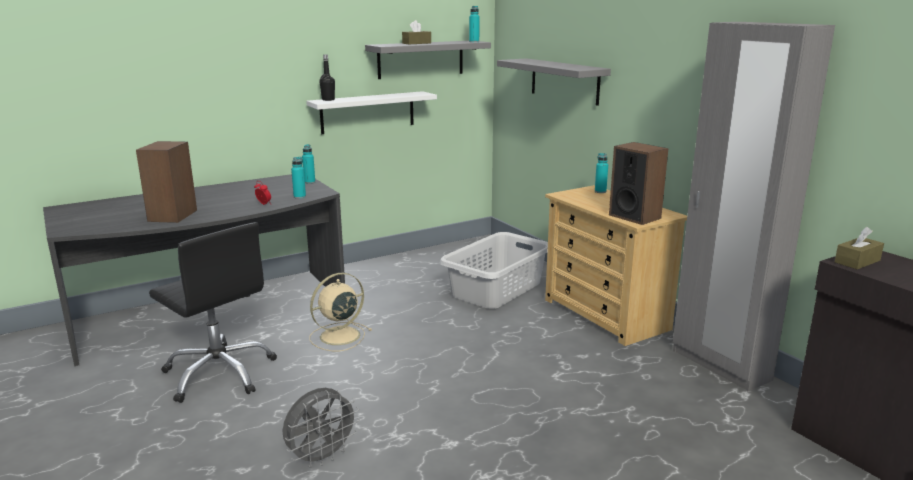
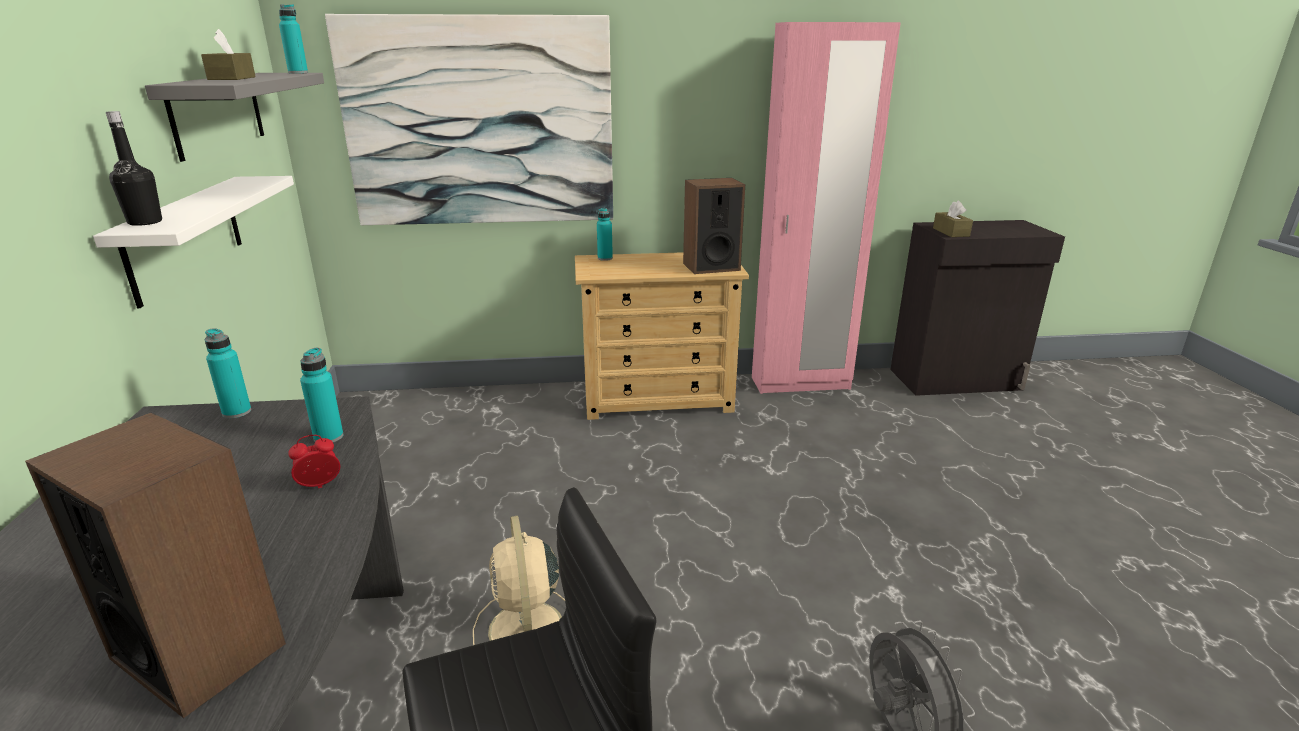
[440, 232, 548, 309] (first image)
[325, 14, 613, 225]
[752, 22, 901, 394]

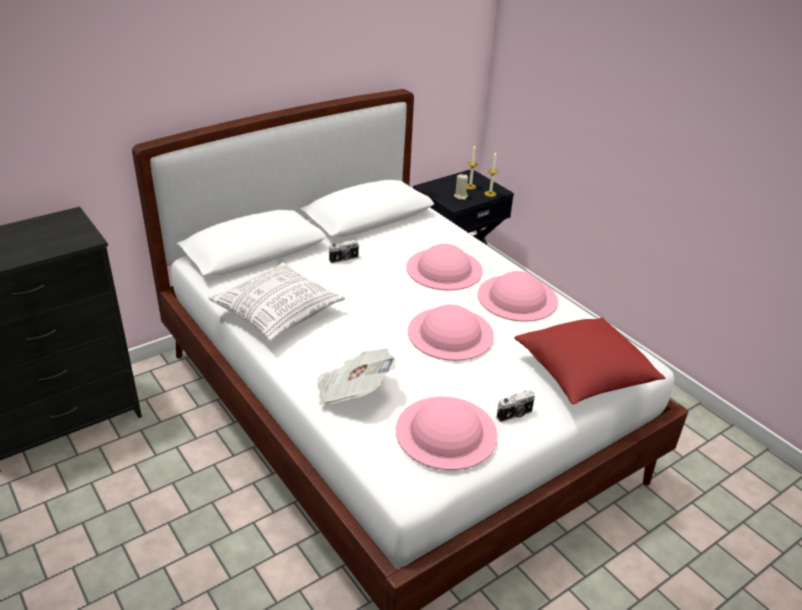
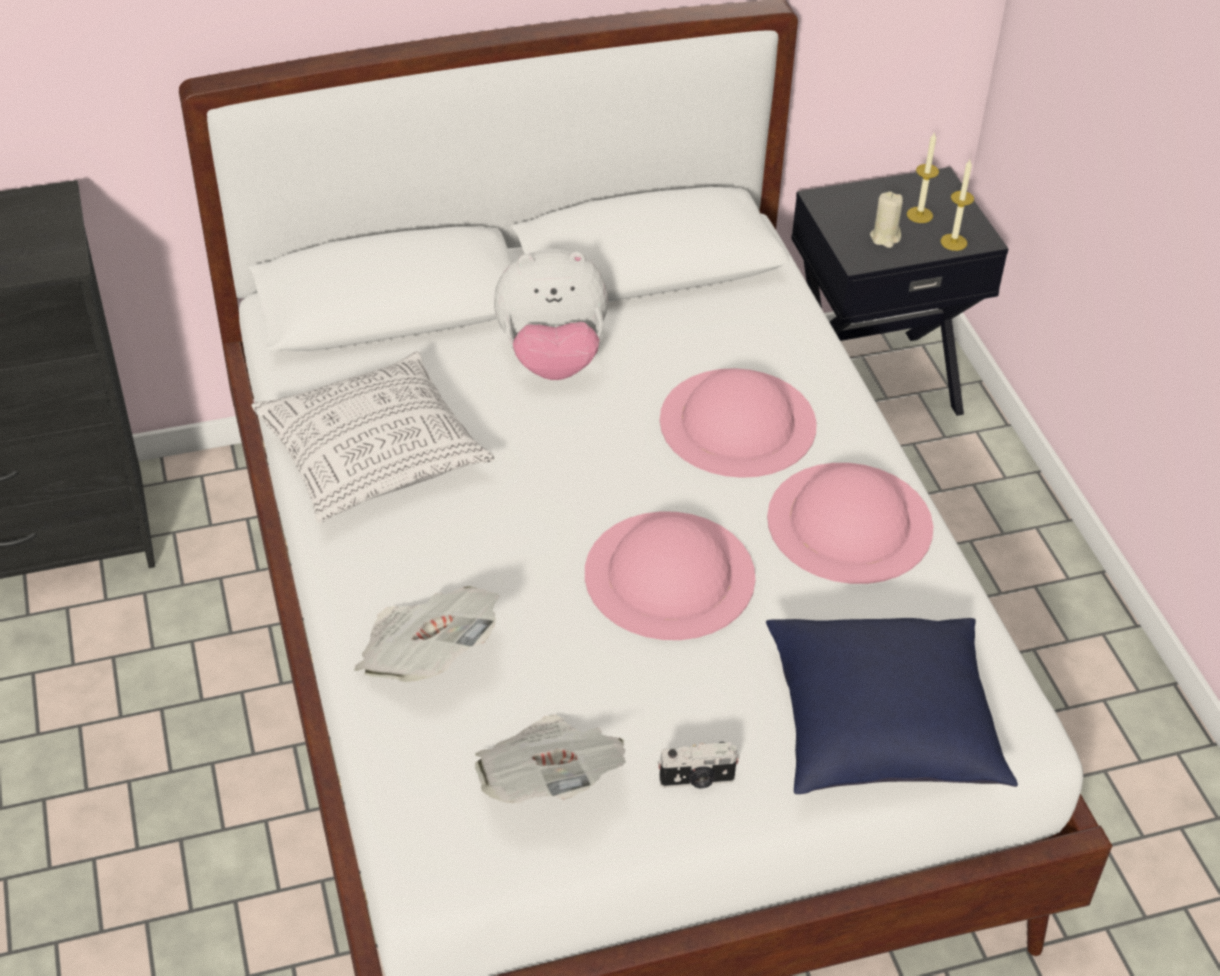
[494, 249, 608, 380]
[475, 715, 626, 803]
[766, 618, 1018, 794]

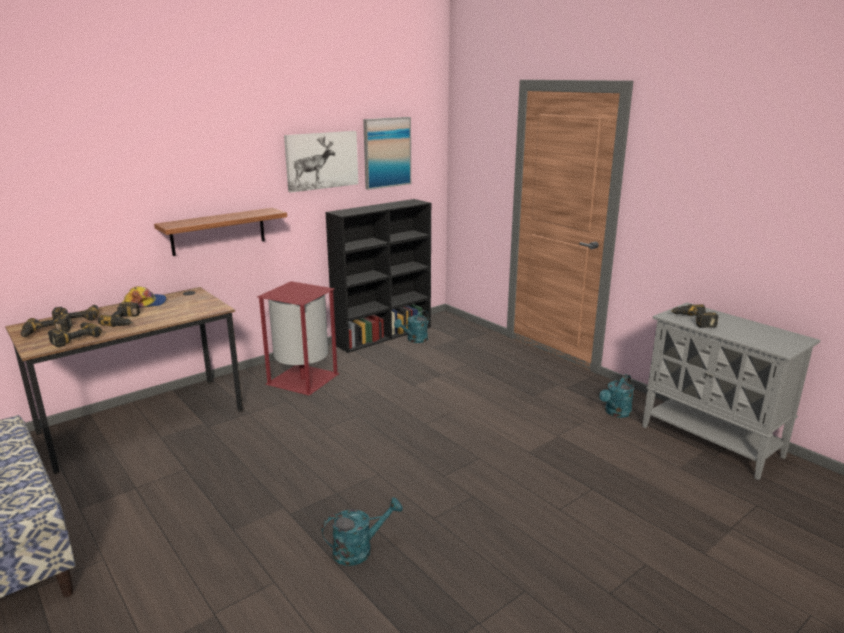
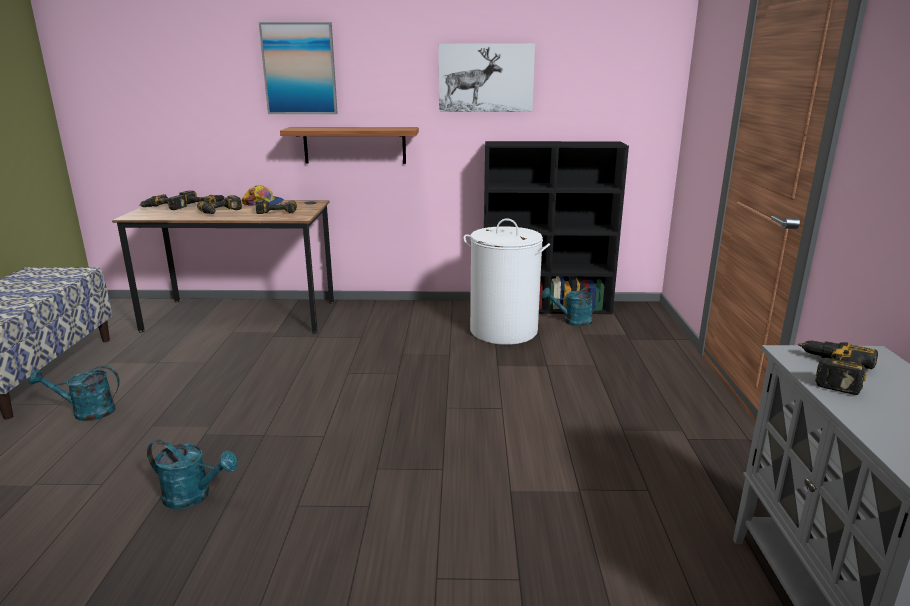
[256, 199, 297, 214]
[257, 281, 340, 396] (first image)
[259, 22, 338, 114]
[29, 366, 120, 421]
[463, 218, 550, 345]

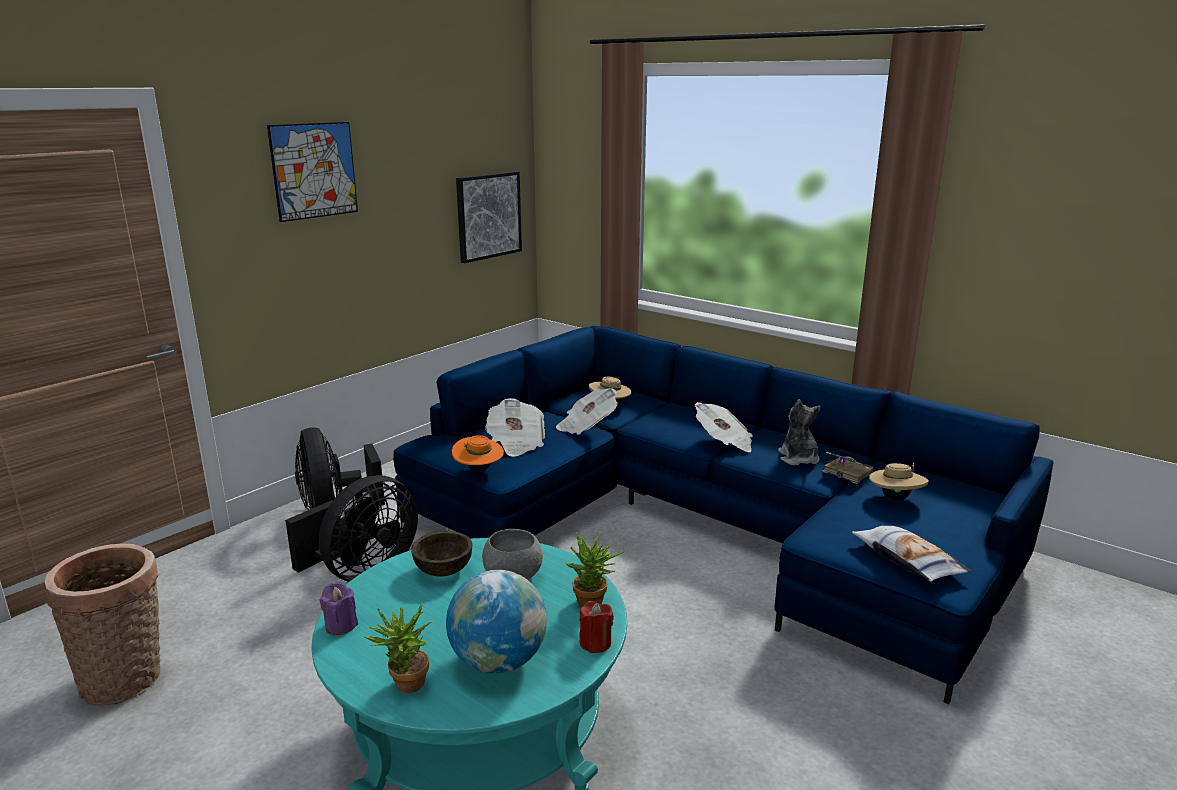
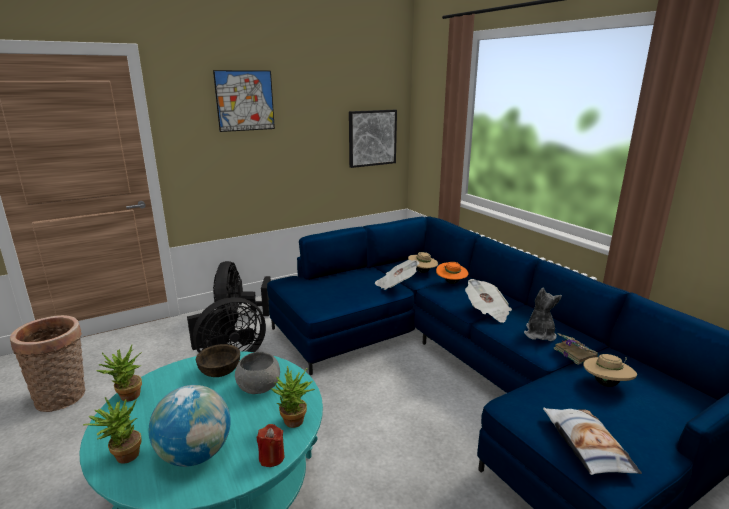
[96, 345, 142, 402]
[436, 262, 468, 284]
[485, 398, 545, 457] (first image)

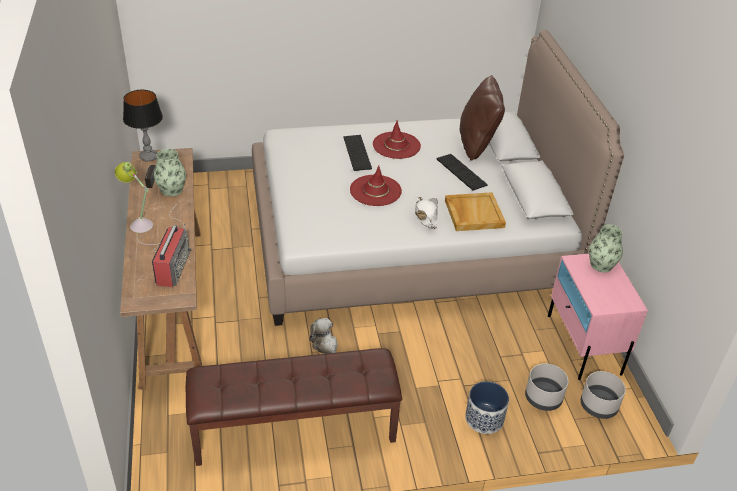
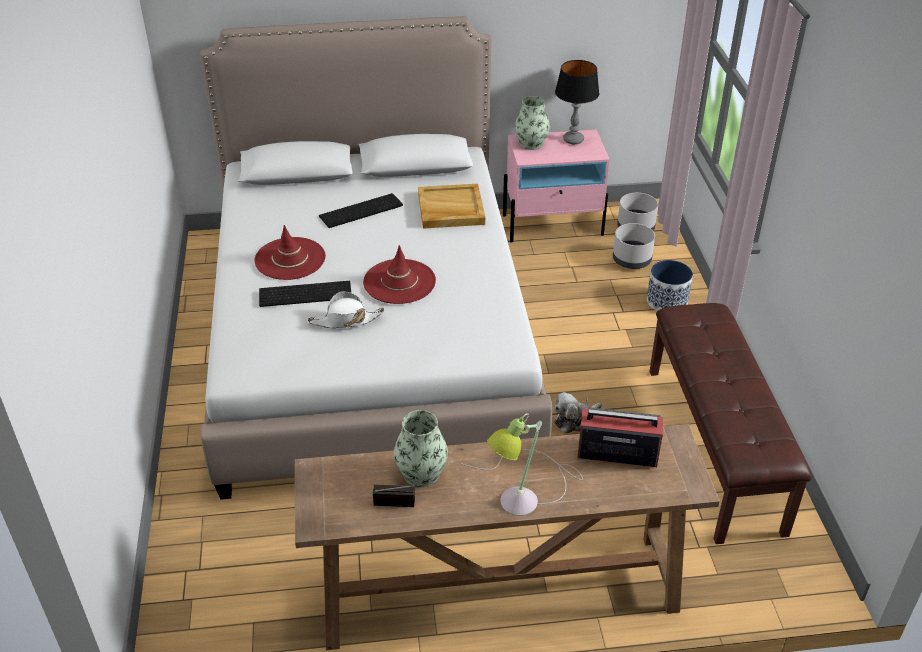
[555, 60, 599, 144]
[308, 291, 384, 328]
[460, 75, 505, 161] (first image)

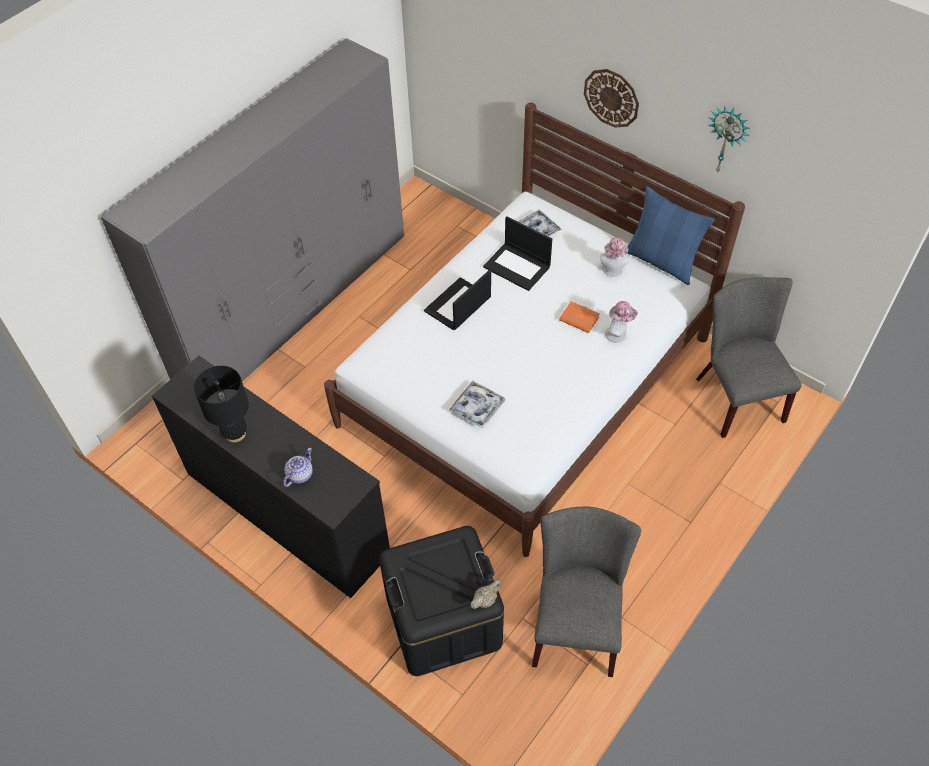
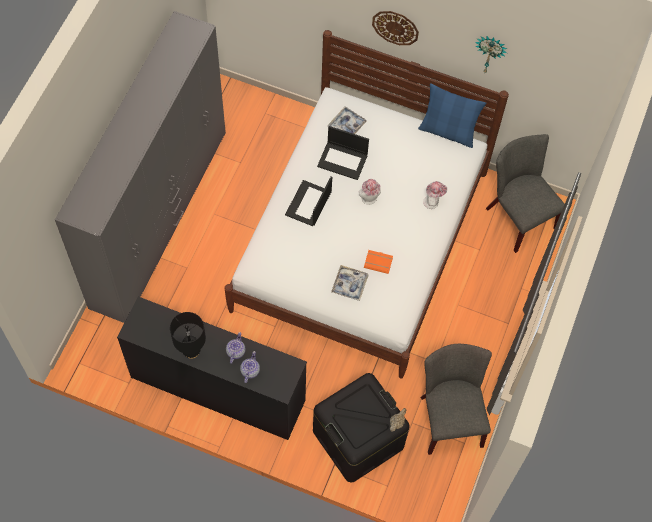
[364, 250, 393, 274]
[359, 179, 381, 205]
[226, 332, 246, 364]

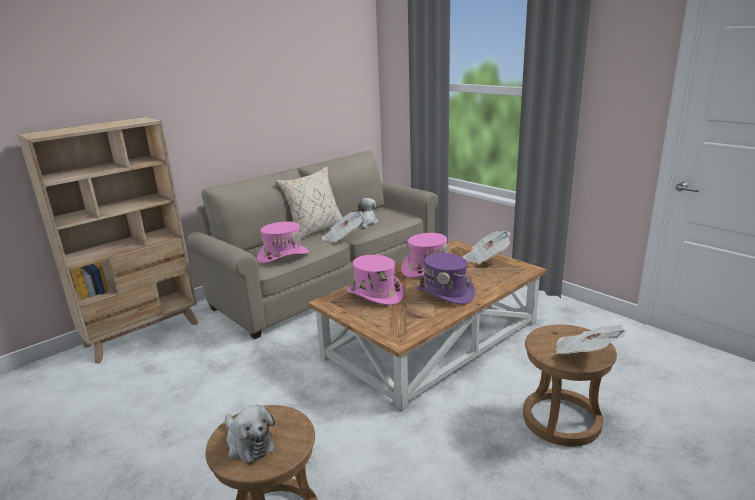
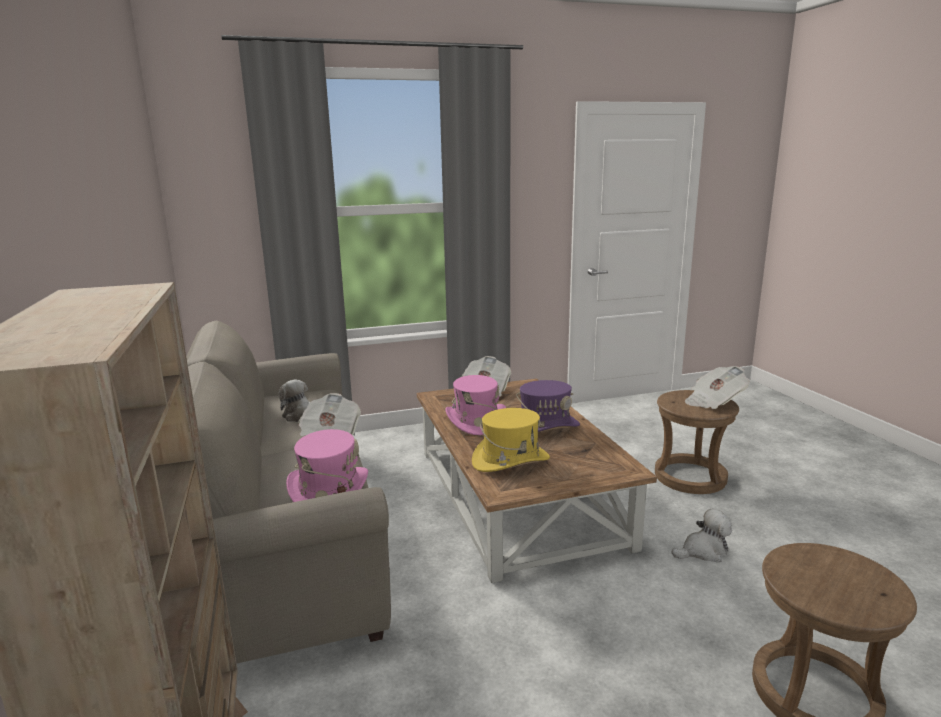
[671, 509, 732, 563]
[276, 166, 342, 240] (first image)
[472, 408, 550, 472]

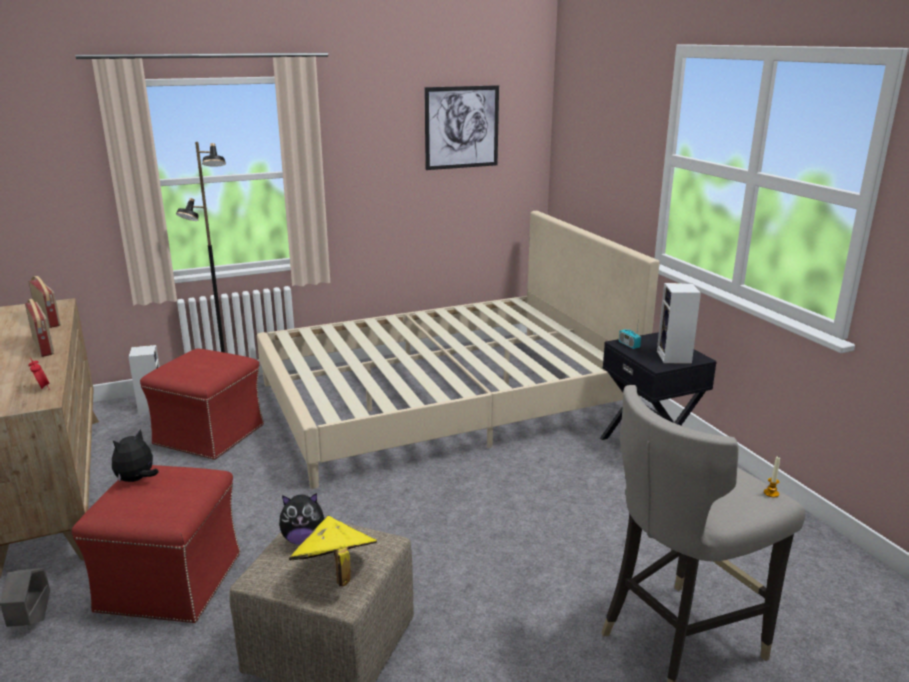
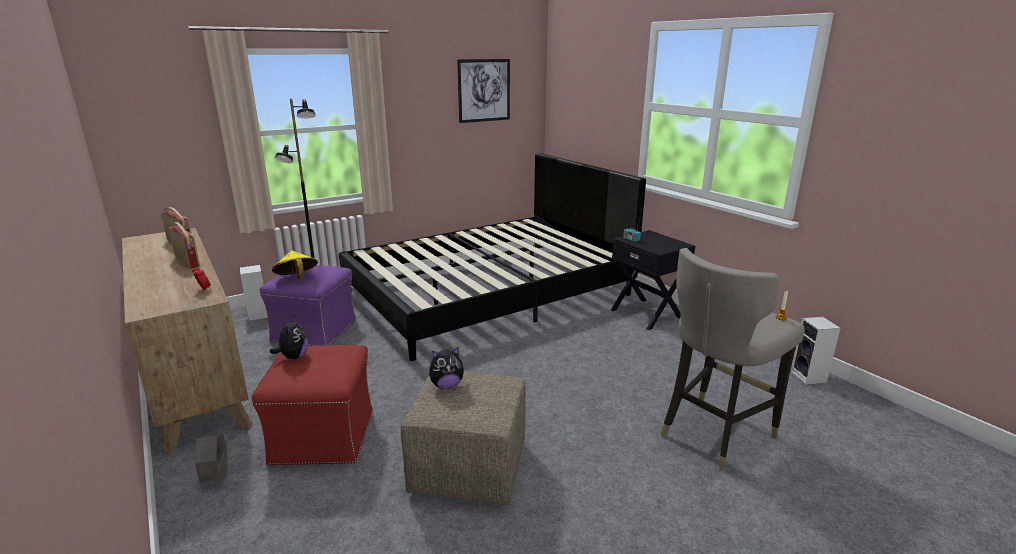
[270, 316, 308, 359]
[260, 265, 356, 346]
[339, 153, 646, 361]
[272, 250, 318, 279]
[790, 317, 840, 385]

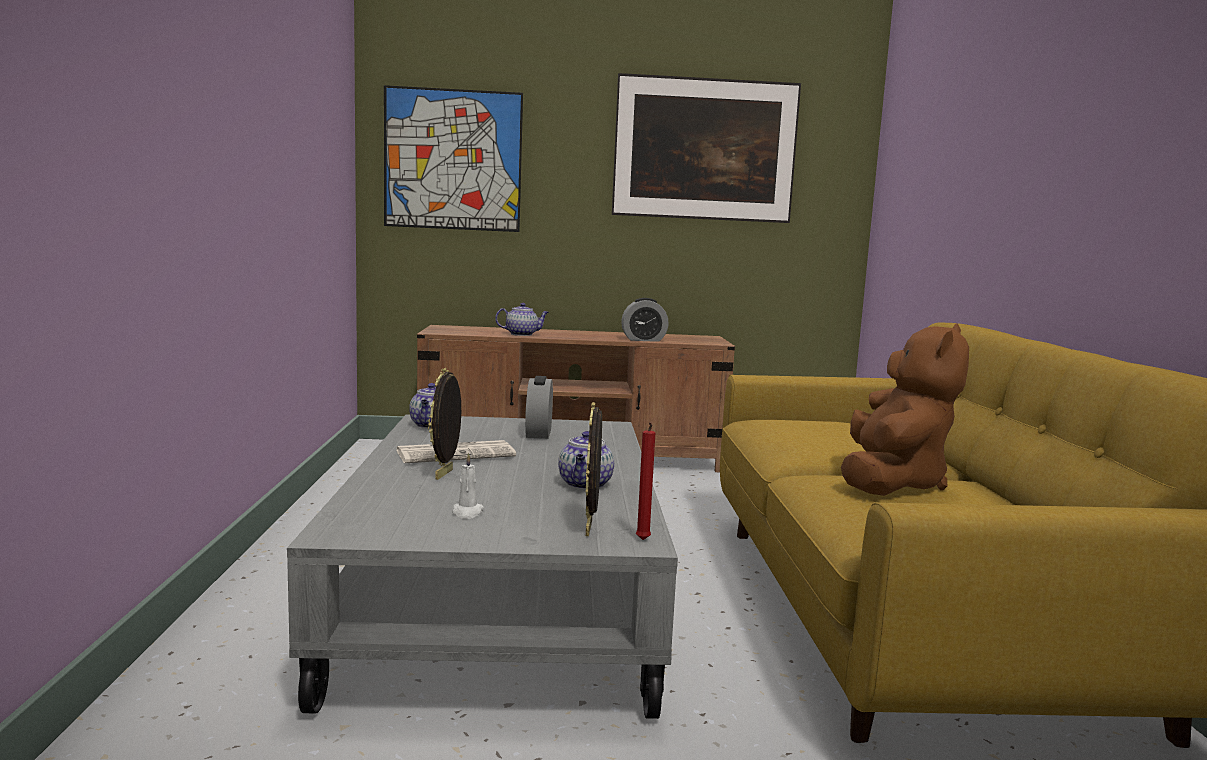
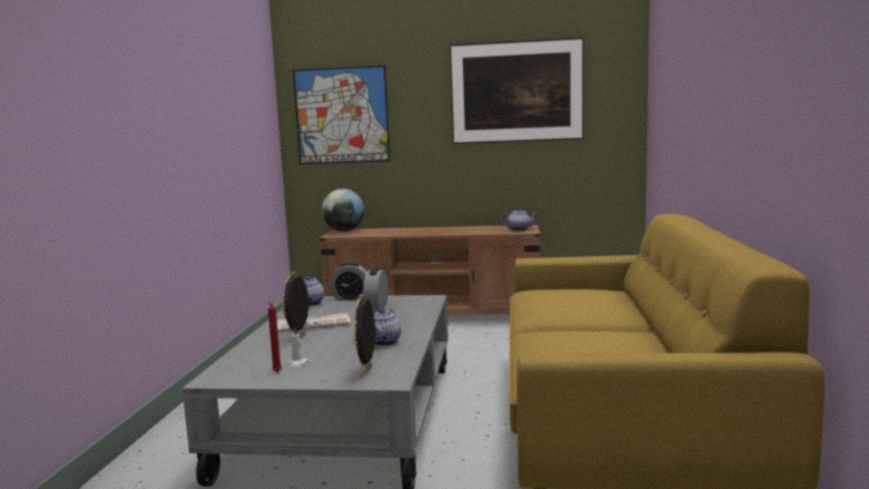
[500, 208, 537, 231]
[330, 262, 367, 301]
[268, 302, 282, 372]
[841, 323, 969, 496] (first image)
[321, 189, 364, 231]

